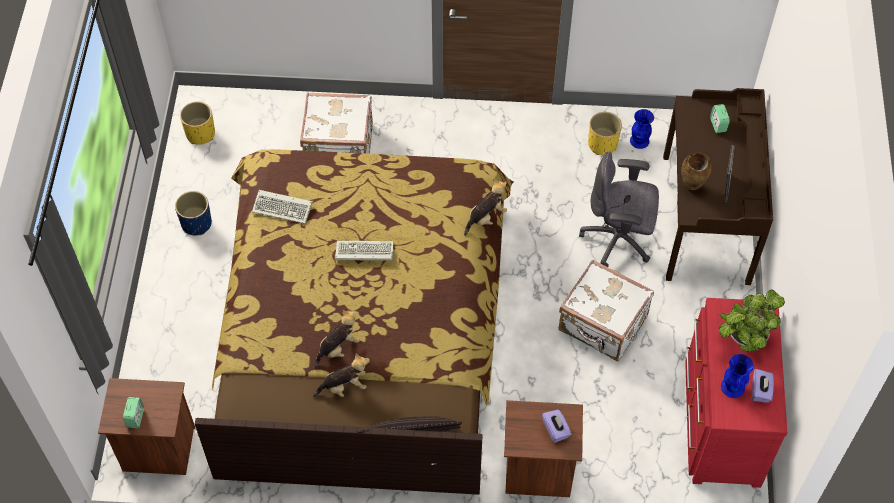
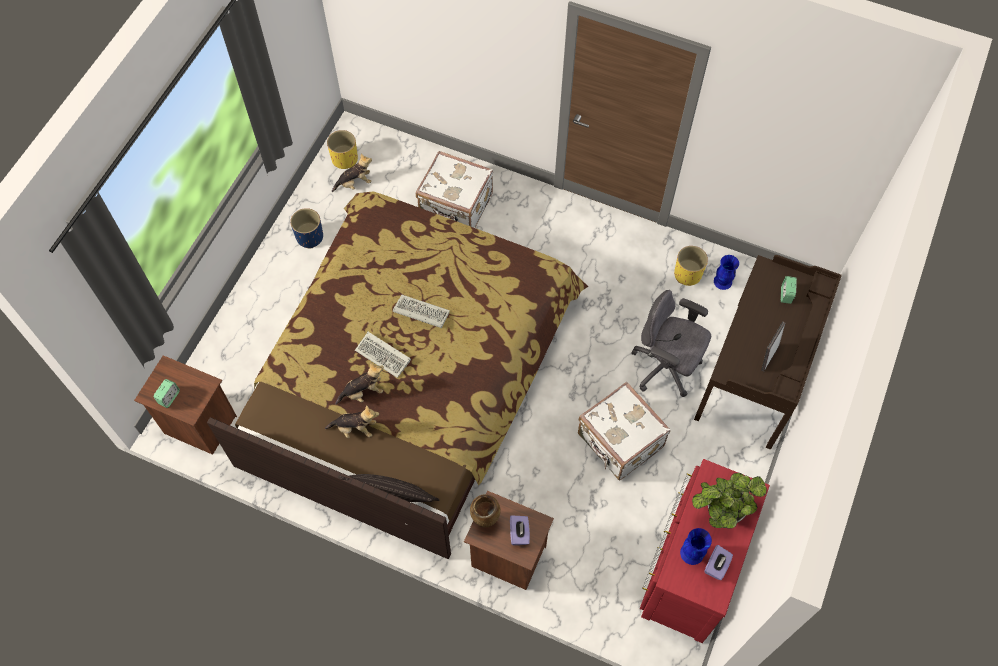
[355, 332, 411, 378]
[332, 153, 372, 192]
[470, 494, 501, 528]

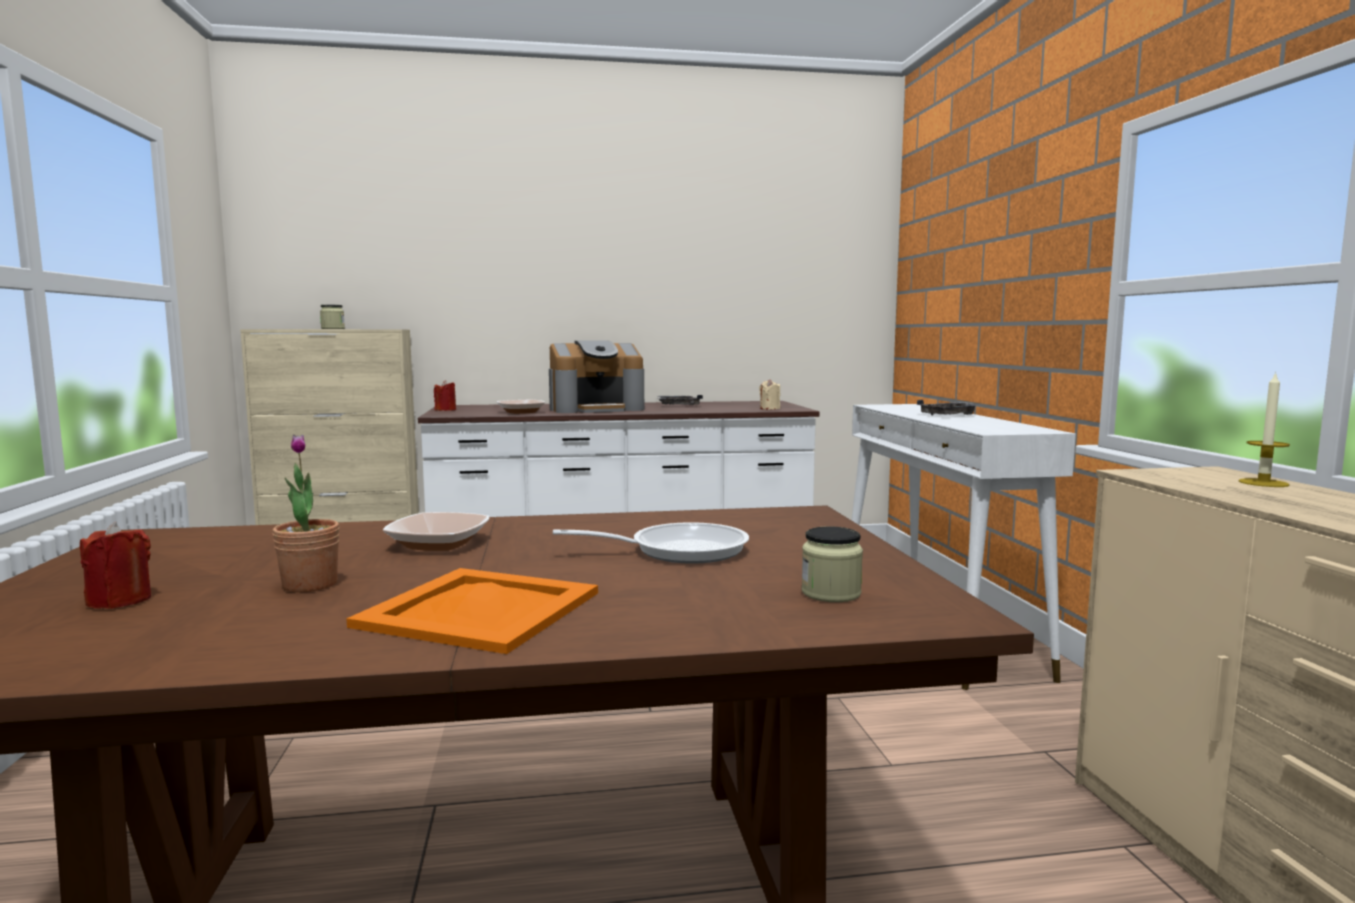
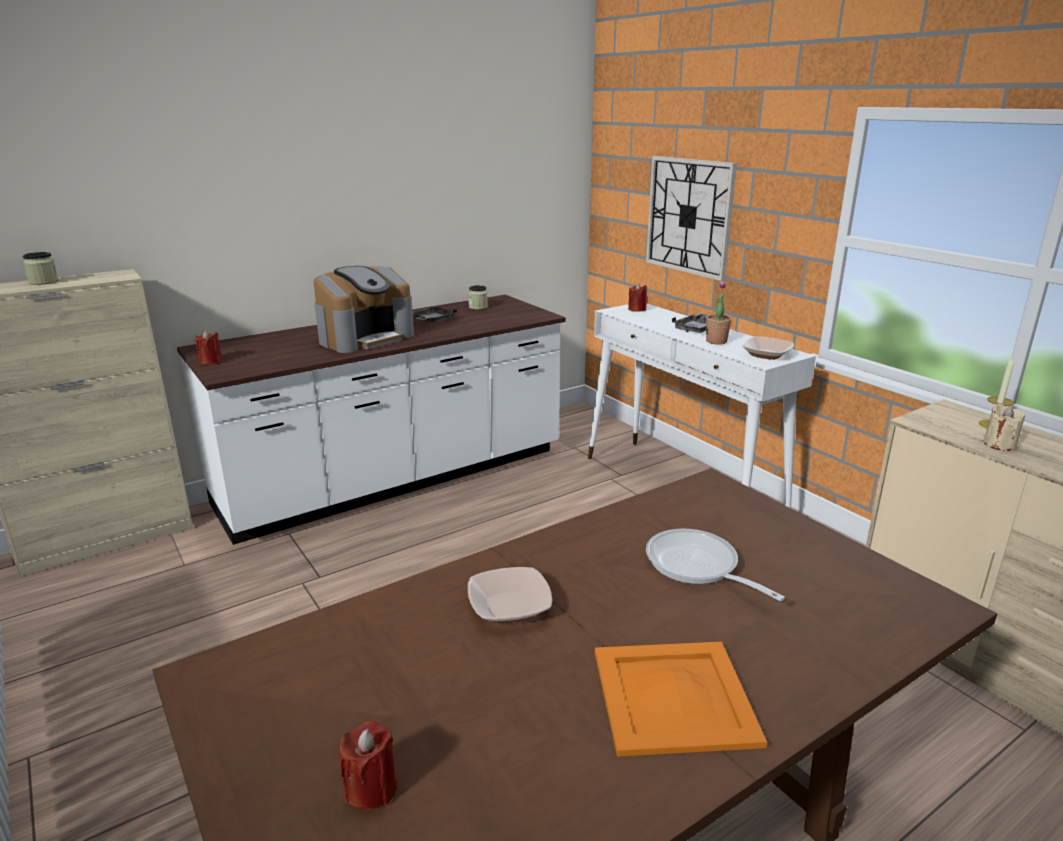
[706, 281, 732, 345]
[742, 336, 794, 360]
[646, 529, 785, 601]
[983, 404, 1025, 451]
[468, 285, 488, 310]
[628, 283, 647, 312]
[646, 156, 737, 281]

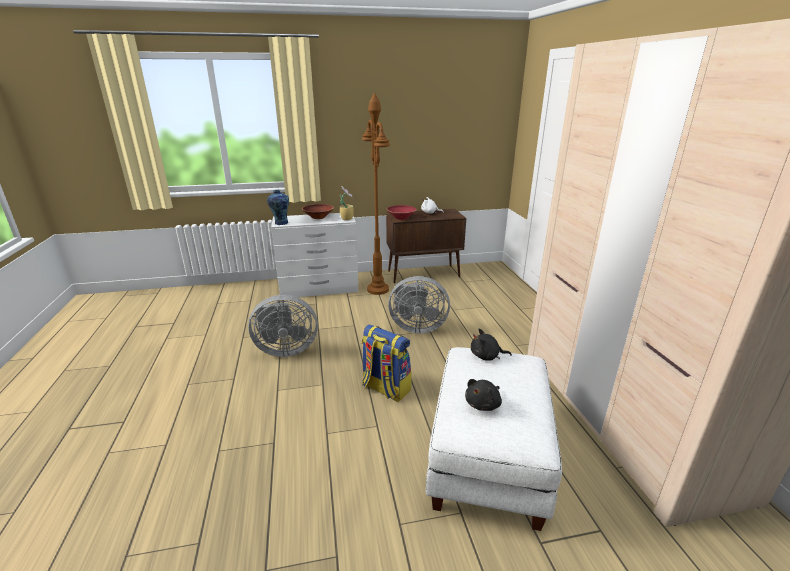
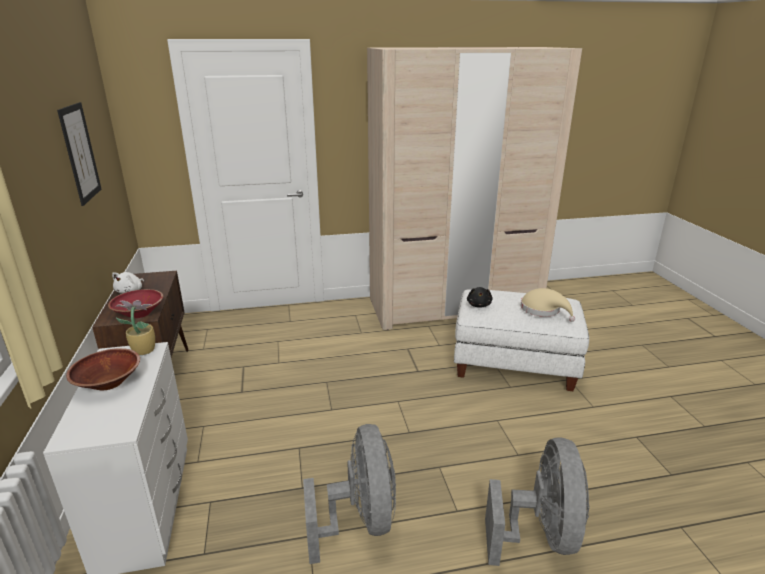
[267, 190, 289, 225] (first image)
[362, 92, 390, 295] (first image)
[362, 324, 412, 402] (first image)
[485, 437, 589, 566]
[520, 288, 575, 322]
[57, 102, 101, 206]

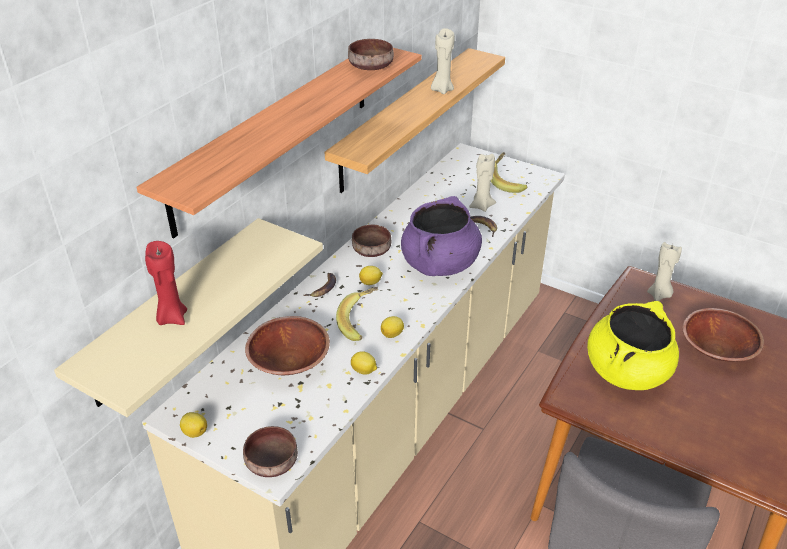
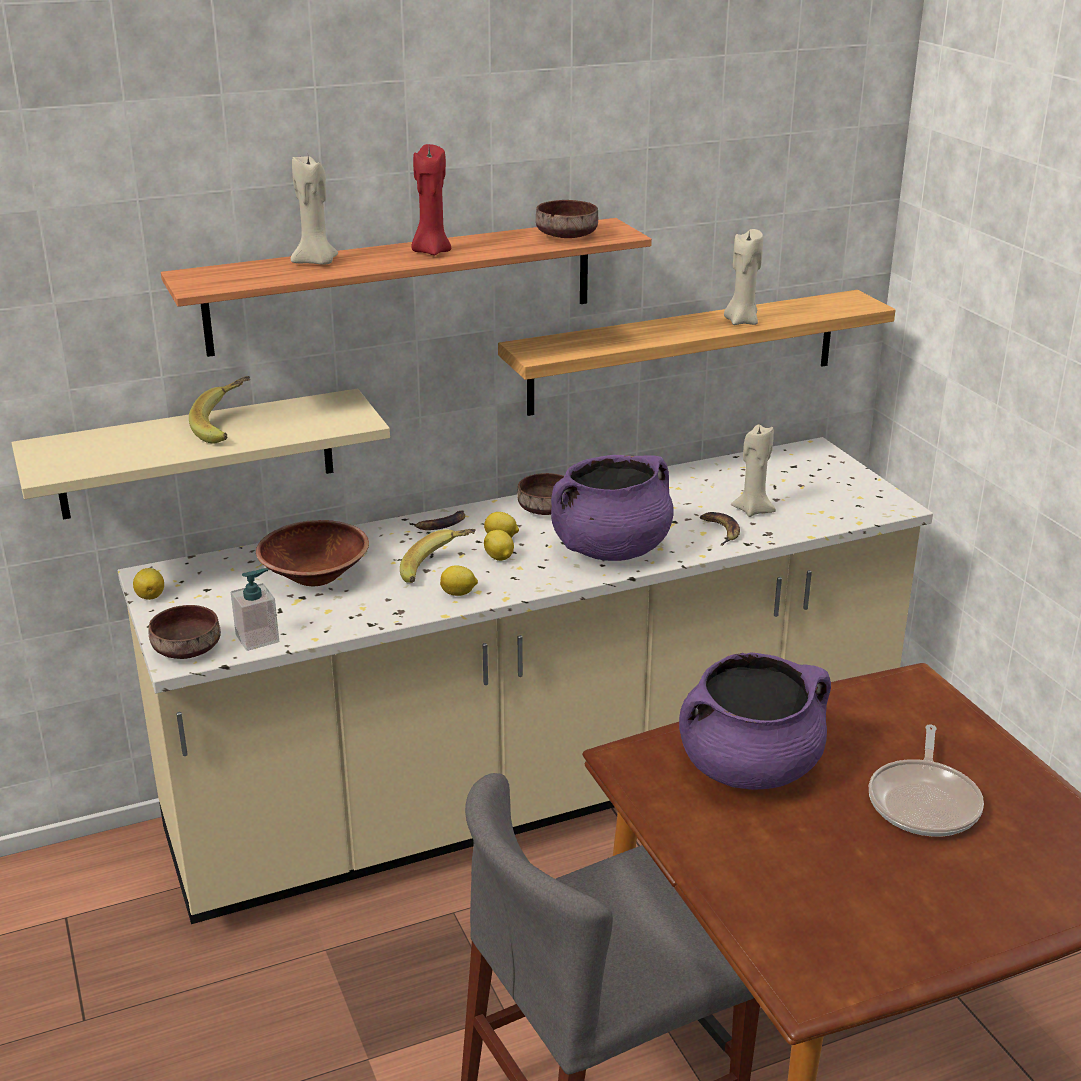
[411, 144, 451, 255]
[484, 530, 514, 561]
[189, 376, 250, 443]
[679, 652, 831, 790]
[291, 156, 338, 265]
[869, 724, 984, 837]
[231, 568, 279, 651]

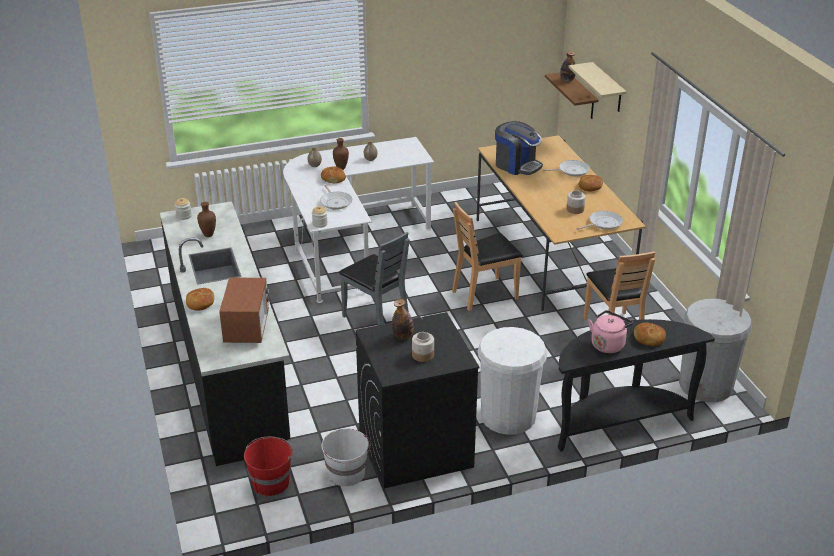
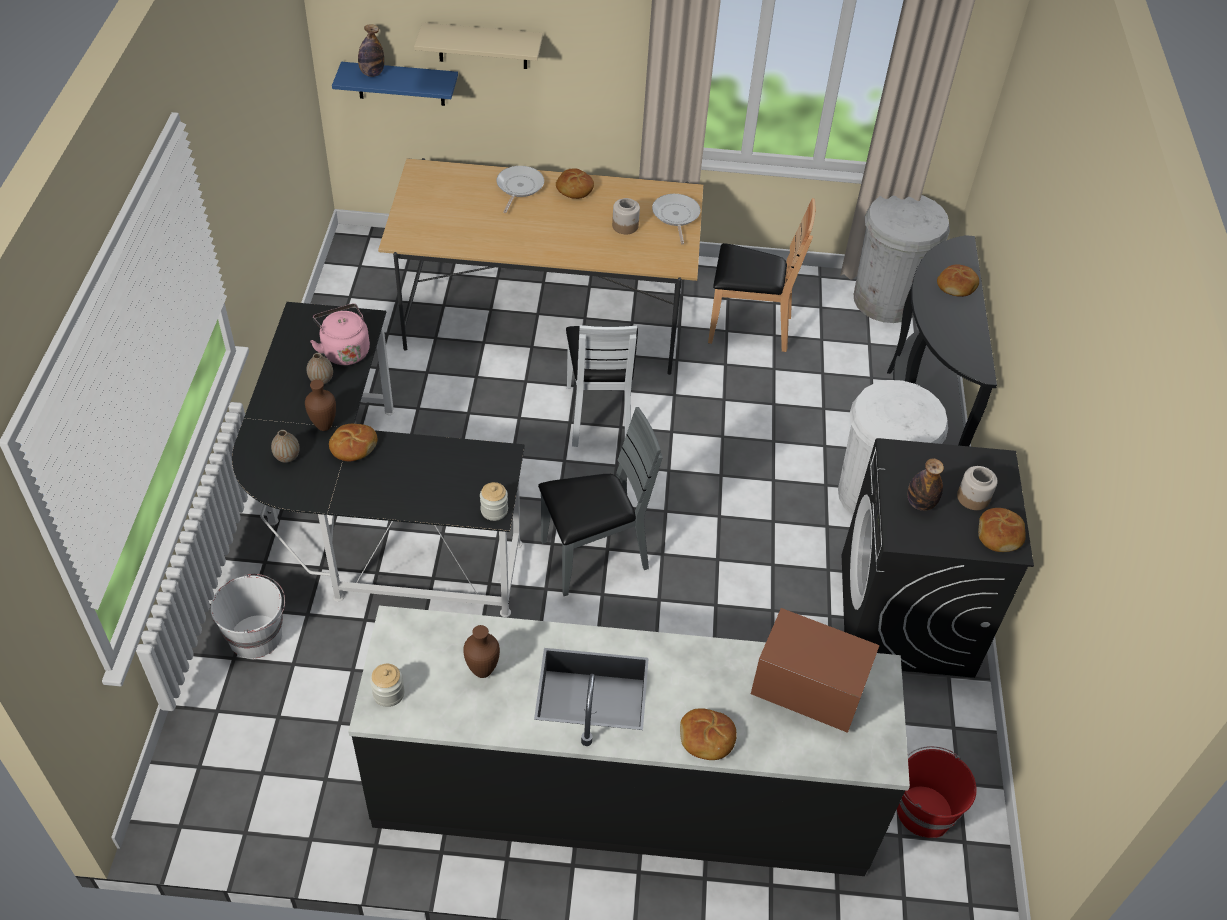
[232, 302, 525, 617]
[320, 185, 352, 210] (first image)
[211, 574, 285, 659]
[566, 325, 638, 447]
[495, 121, 543, 175] (first image)
[332, 62, 458, 106]
[310, 304, 370, 365]
[978, 508, 1026, 552]

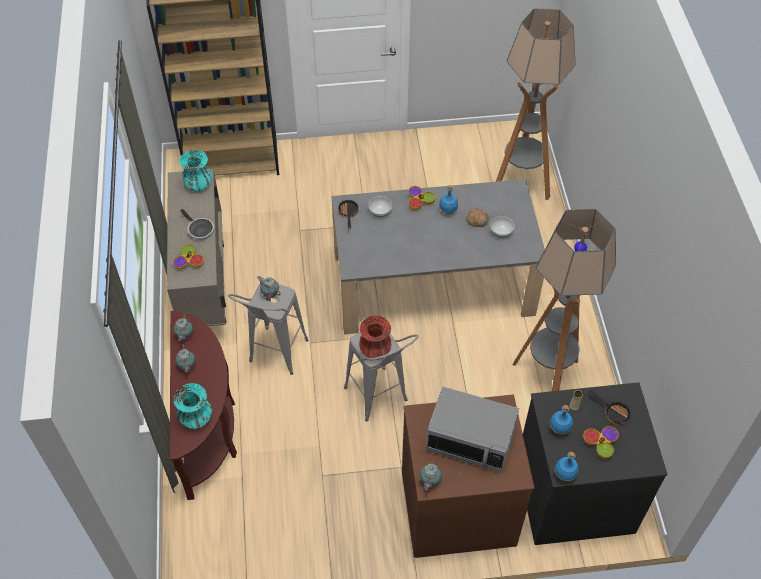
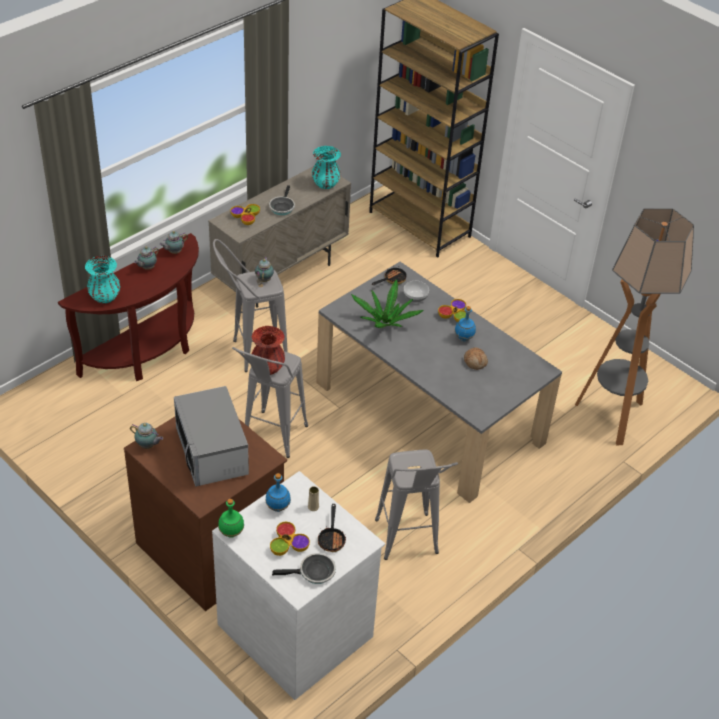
[130, 423, 163, 449]
[490, 216, 514, 238] (first image)
[375, 450, 458, 560]
[212, 471, 385, 700]
[218, 499, 244, 538]
[272, 553, 336, 584]
[351, 279, 424, 328]

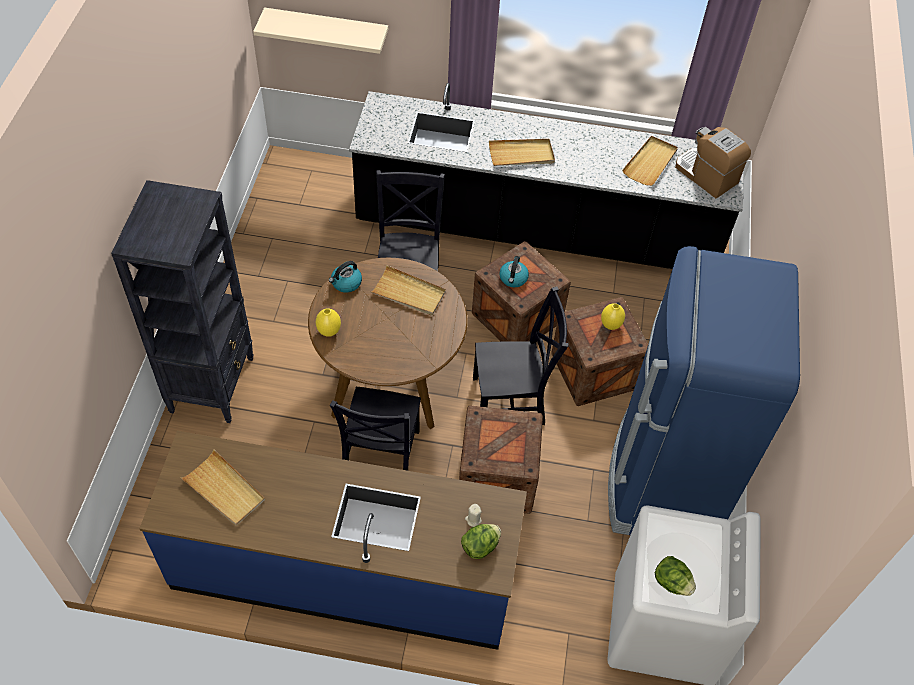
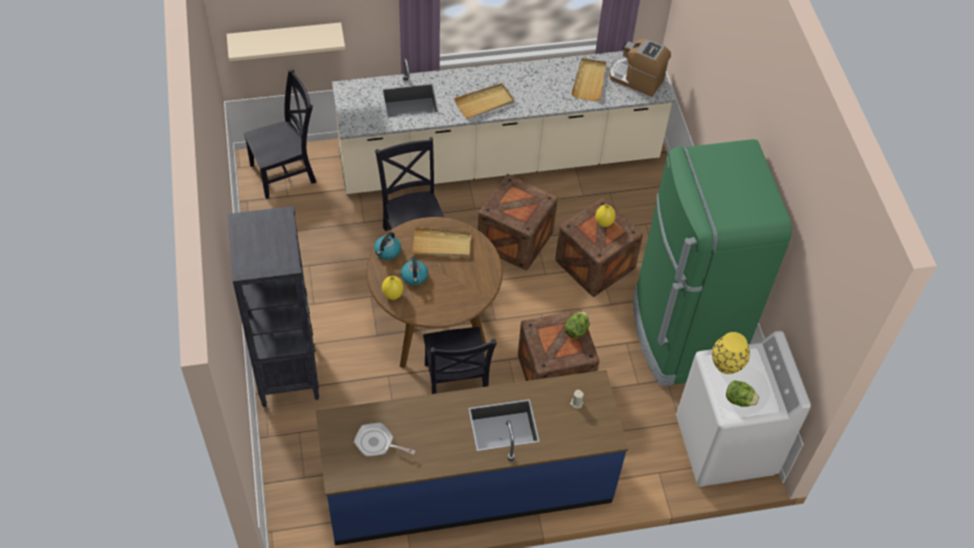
[354, 423, 415, 457]
[332, 51, 675, 194]
[564, 312, 589, 339]
[244, 69, 316, 199]
[401, 256, 428, 285]
[633, 139, 792, 386]
[712, 332, 750, 374]

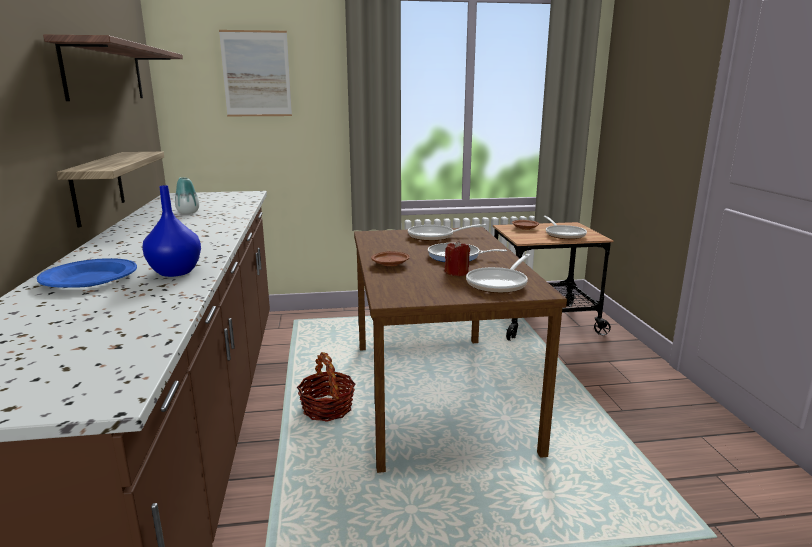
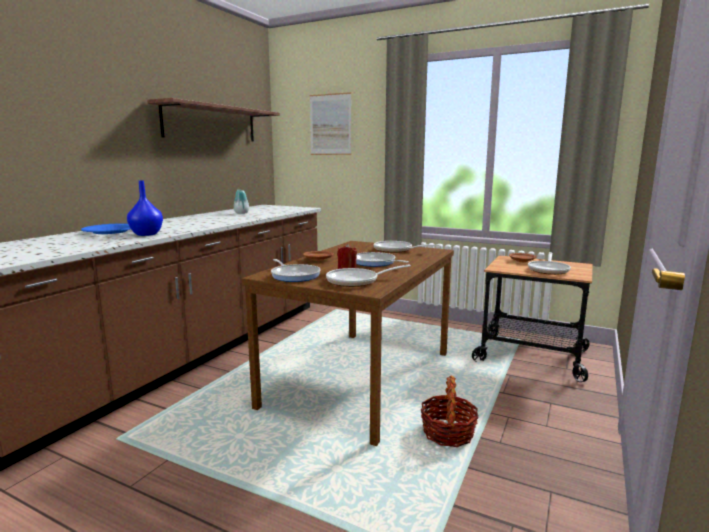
[56, 152, 164, 228] (first image)
[421, 376, 479, 447]
[271, 259, 321, 282]

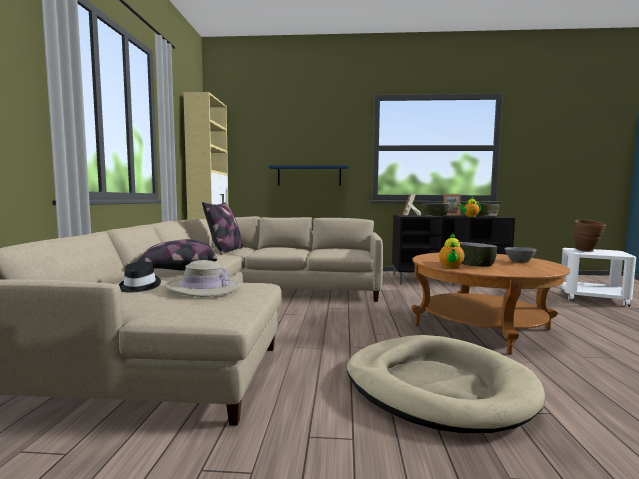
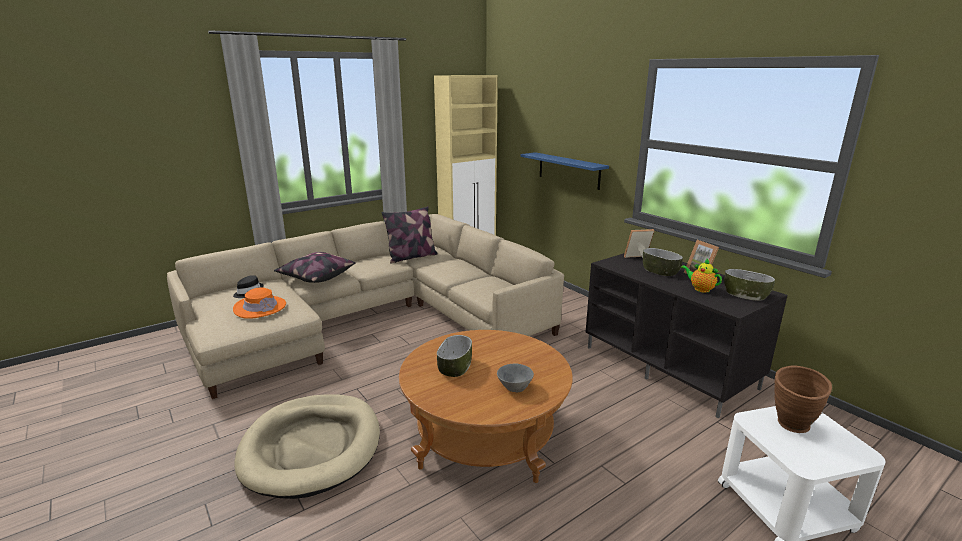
[233, 287, 286, 319]
[439, 233, 464, 268] (first image)

